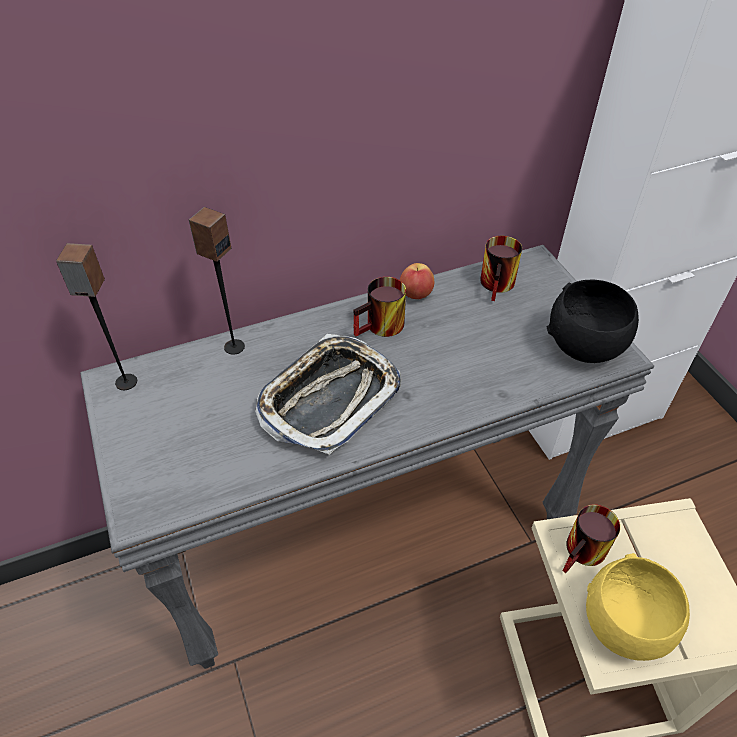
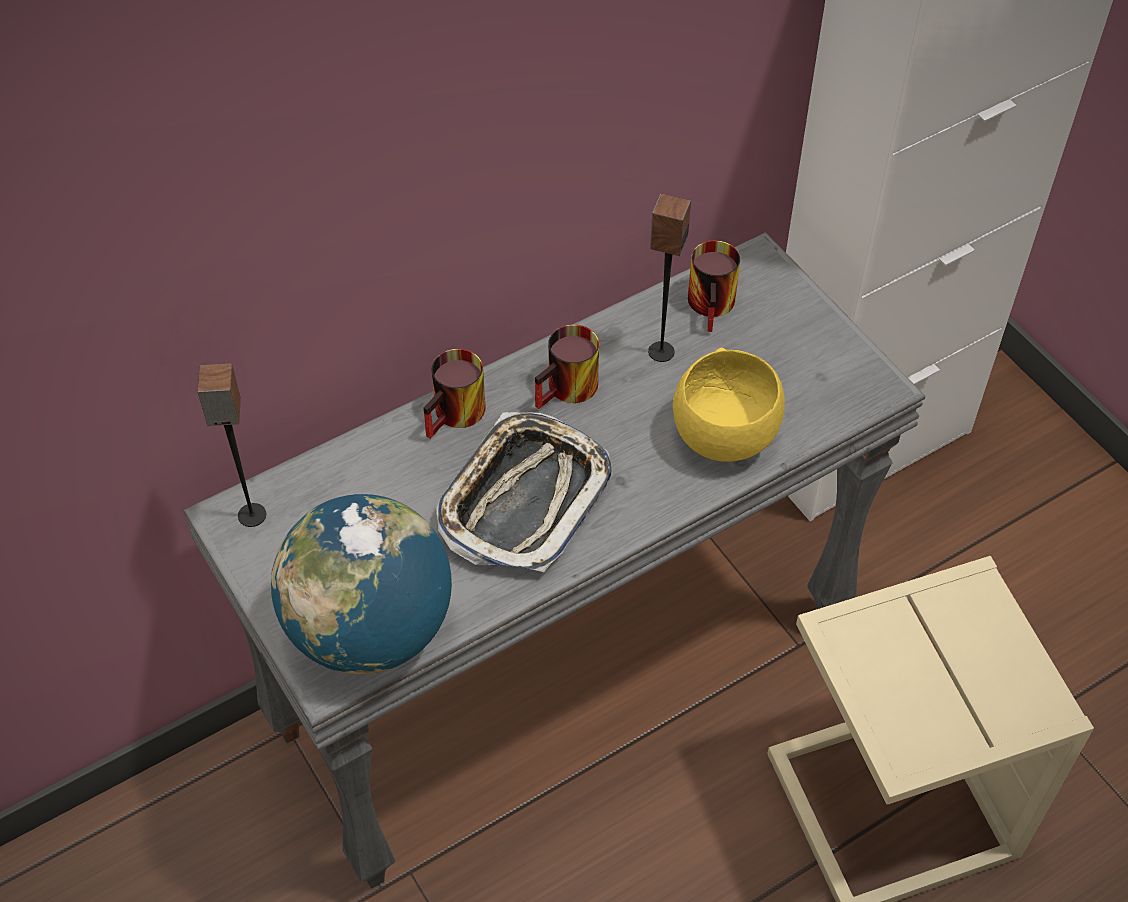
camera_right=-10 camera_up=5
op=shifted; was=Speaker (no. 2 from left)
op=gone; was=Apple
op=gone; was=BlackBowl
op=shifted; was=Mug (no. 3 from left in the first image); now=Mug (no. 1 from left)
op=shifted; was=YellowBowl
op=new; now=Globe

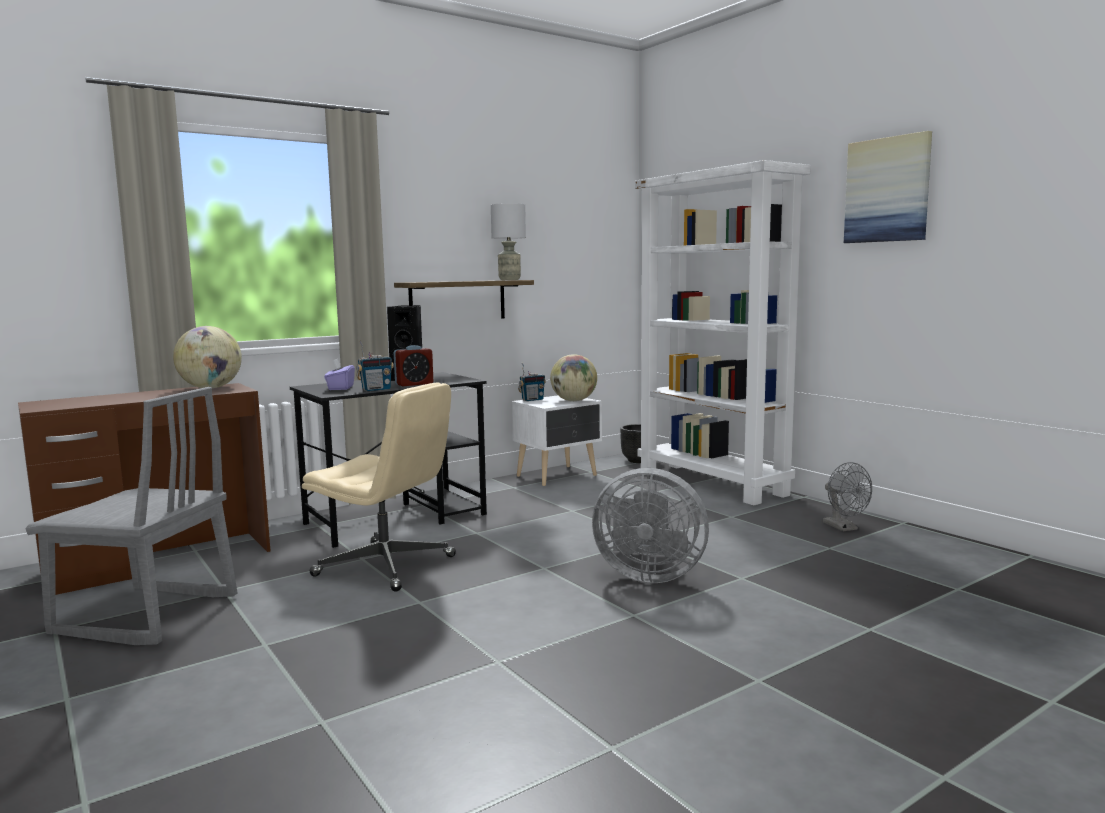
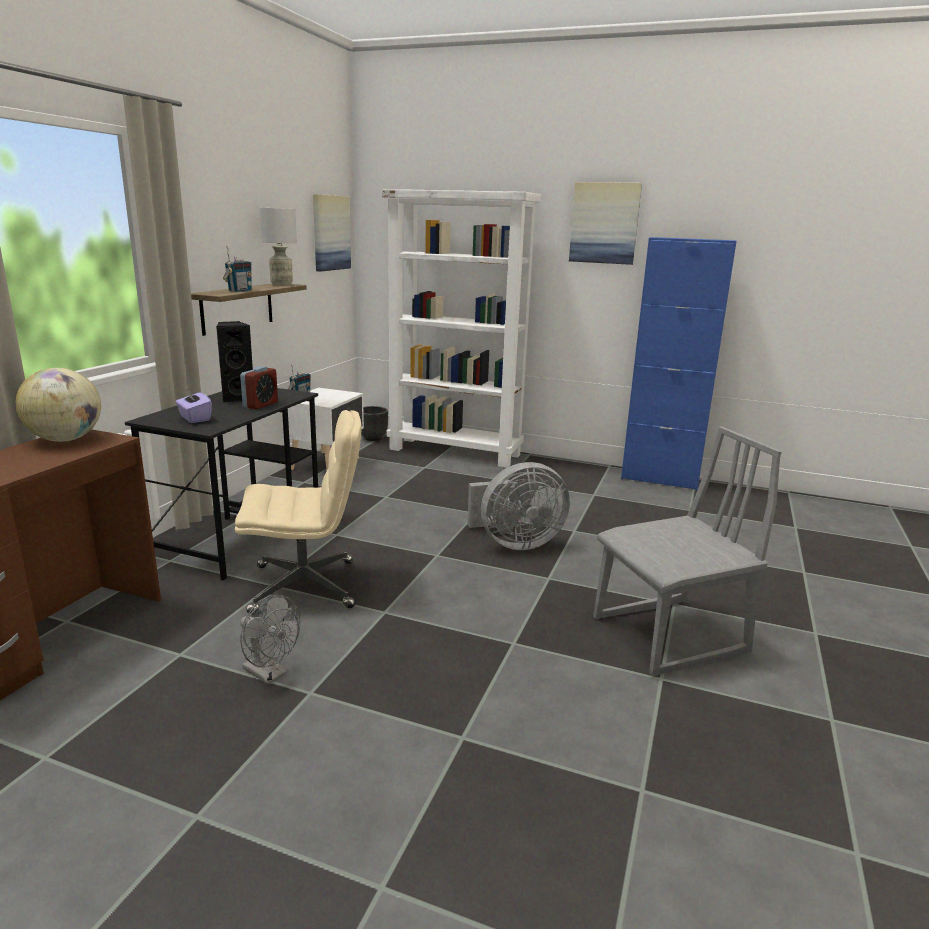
camera_right=-35 camera_up=10
op=shifted; was=GreyChair
op=shifted; was=Radio (no. 1 from left)
op=gone; was=Globe (no. 2 from left)
op=shifted; was=GreyFan (no. 2 from left in the first image); now=GreyFan (no. 1 from left)
op=new; now=Picture (no. 1 from left)
op=new; now=BlueCabinet

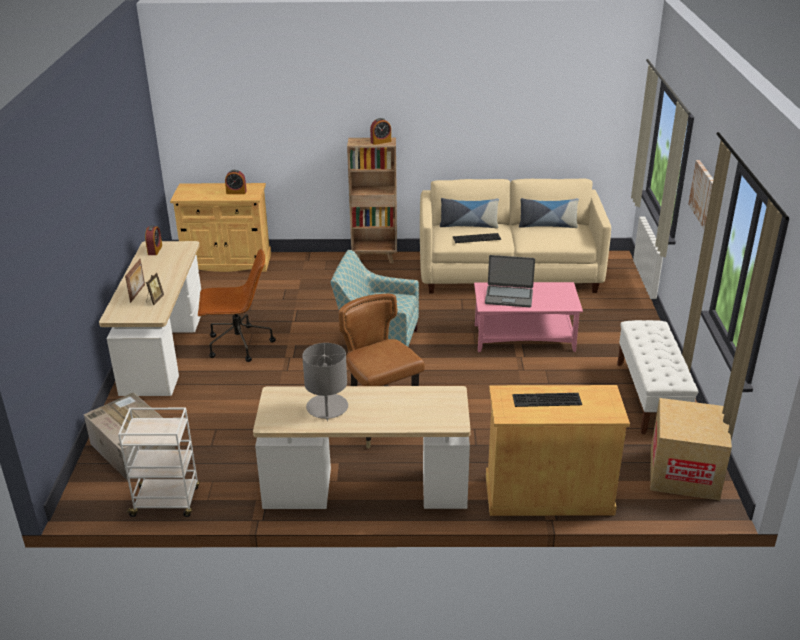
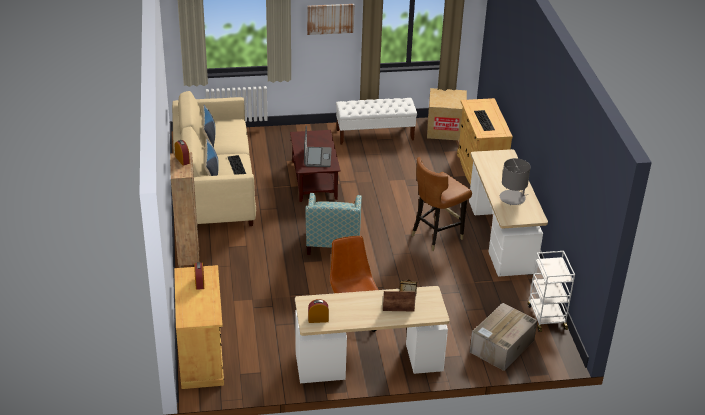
camera_right=-100 camera_up=5
op=repainted; was=PinkCoffeeTable; now=BrownCoffeeTable

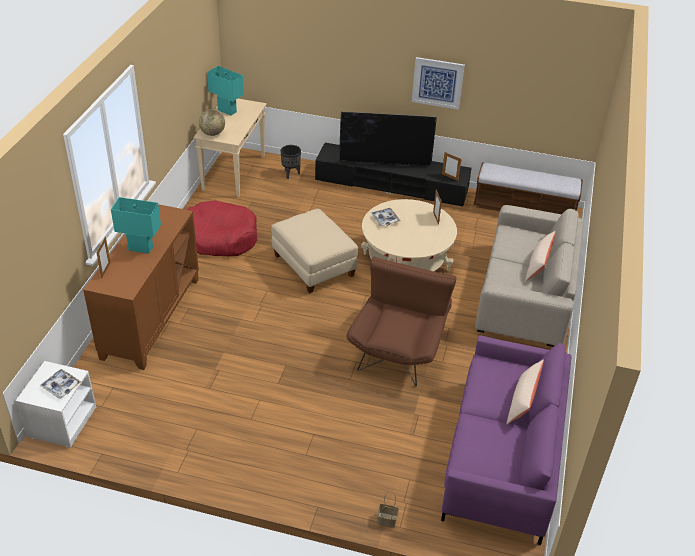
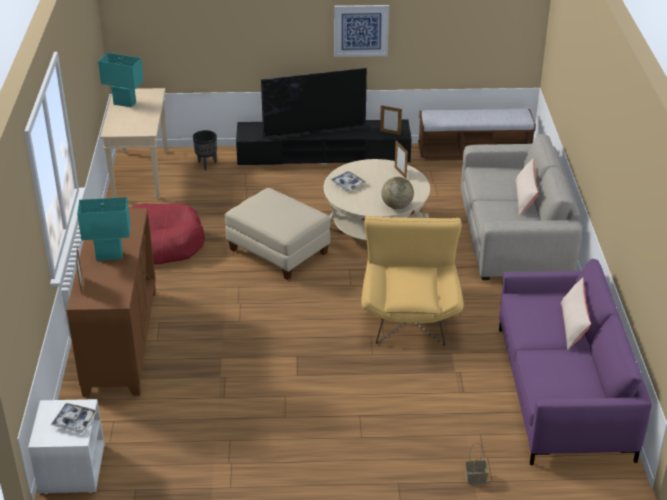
camera_right=-15 camera_up=-5
op=shifted; was=Globe
op=repainted; was=BrownArmchair; now=YellowArmchair

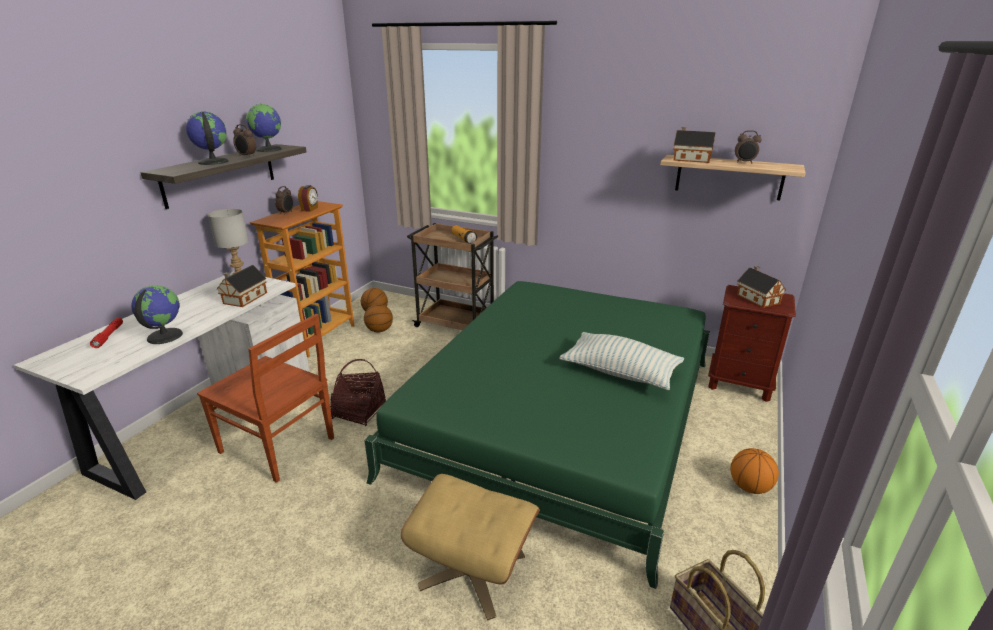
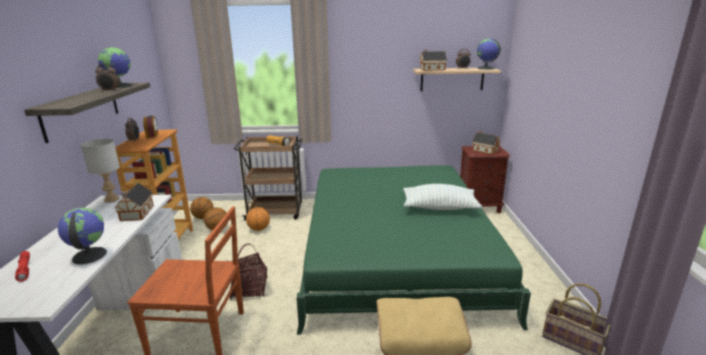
camera_right=-25 camera_up=-5
op=shifted; was=Globe (no. 2 from left in the first image); now=Globe (no. 3 from left)
op=shifted; was=Basketball (no. 3 from left)

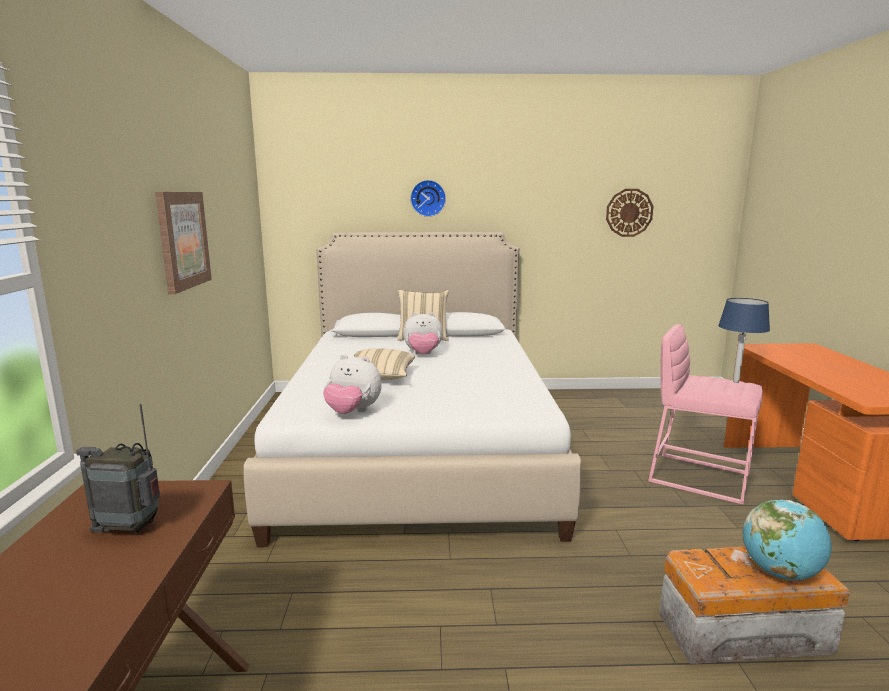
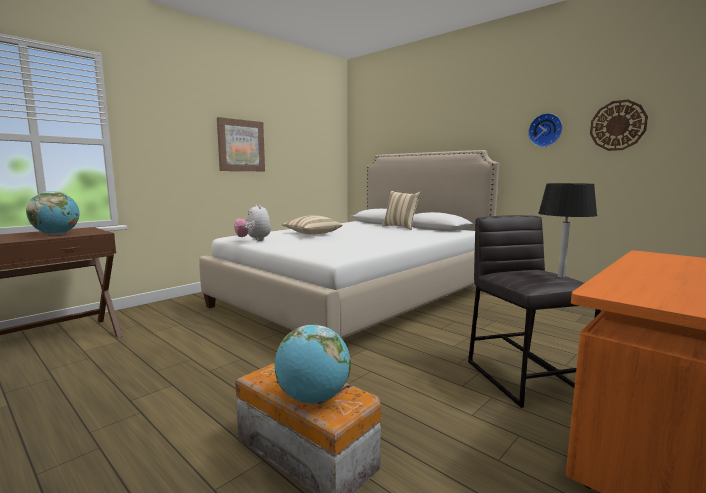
camera_right=45 camera_up=-5
op=swapped; was=Radio; now=Globe (no. 1 from left)
op=gone; was=PlushToy (no. 2 from left)
op=shifted; was=WallClock (no. 1 from left)
op=repainted; was=PinkStool; now=GreyStool
op=repainted; was=BlueTableLamp; now=BlackTableLamp

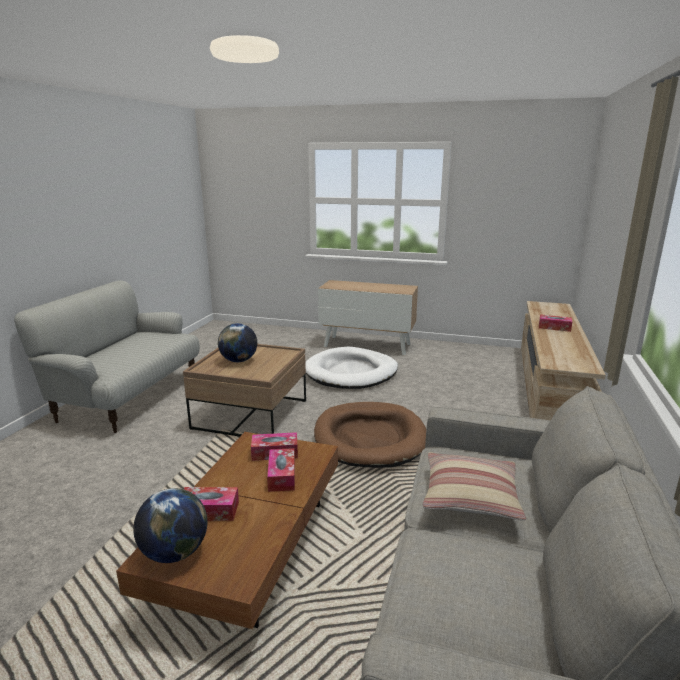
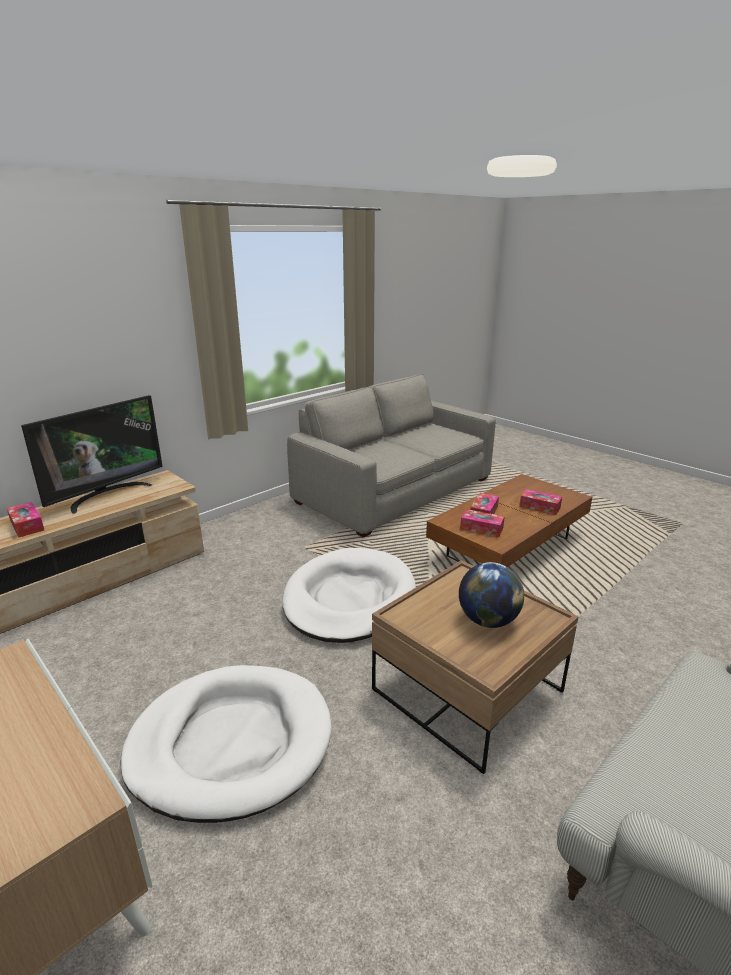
camera_right=-150 camera_up=5
op=gone; was=Globe (no. 1 from left)
op=repainted; was=BrownDogBed; now=WhiteDogBed (no. 2 from left)
op=gone; was=Pillow
op=new; now=Television

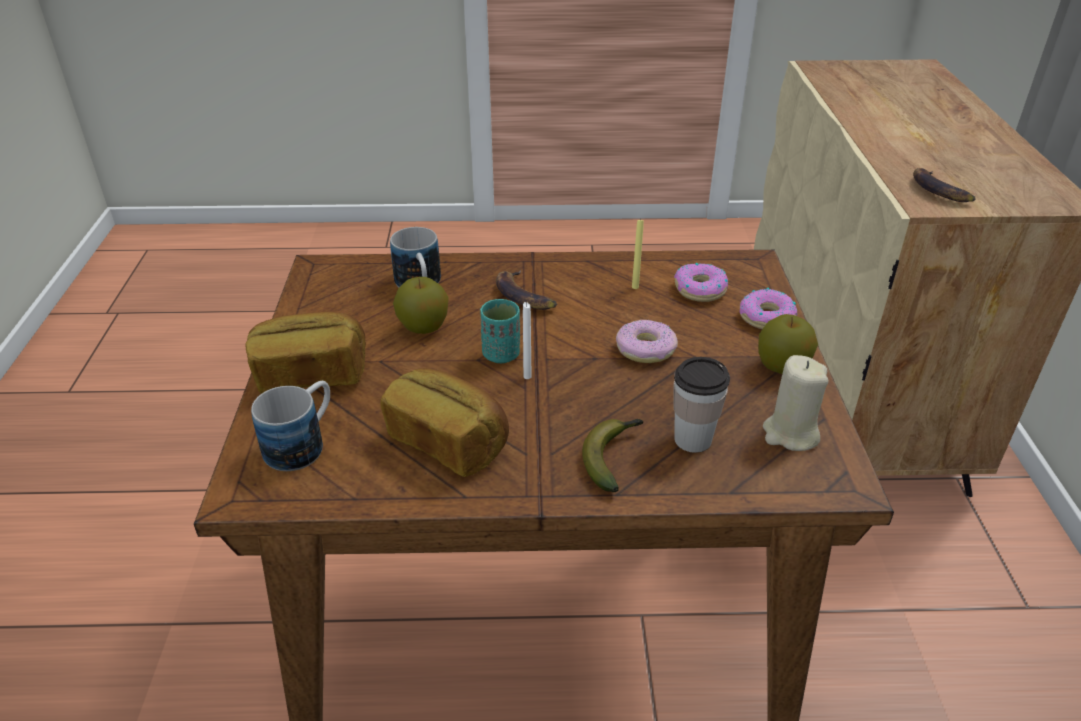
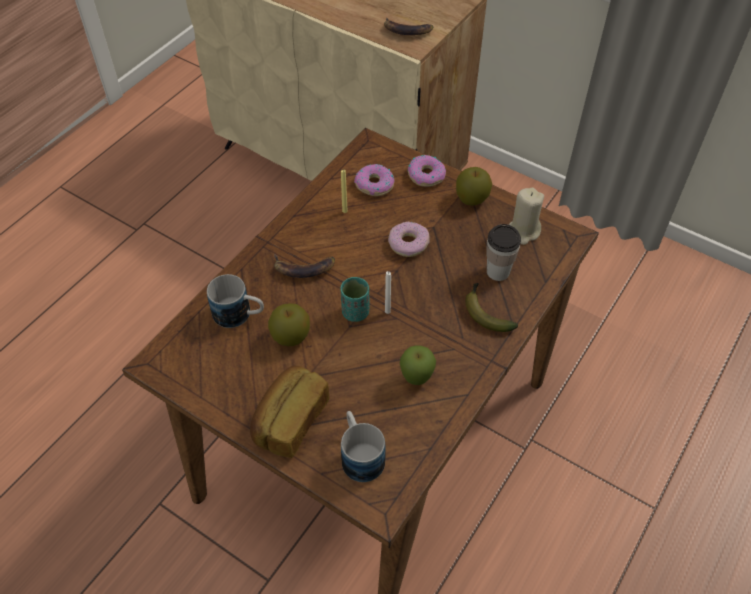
camera_right=-55 camera_up=15
op=swapped; was=Bread (no. 2 from left); now=Apple (no. 2 from left)

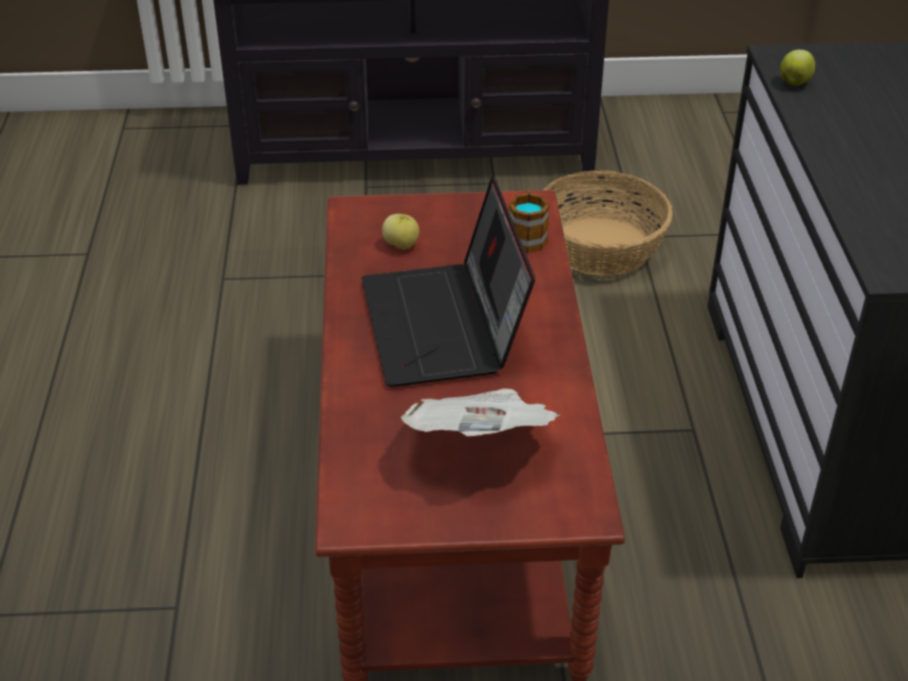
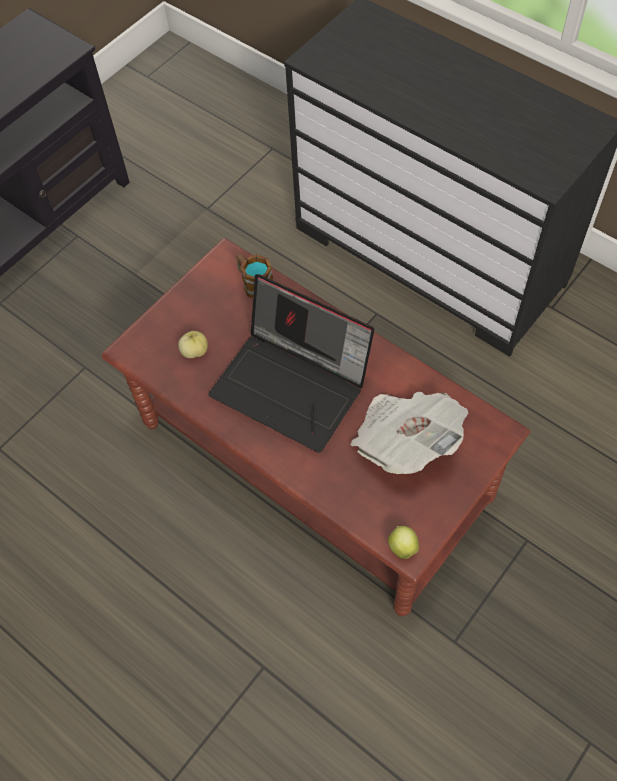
camera_right=-45 camera_up=20
op=gone; was=Basket
op=shifted; was=Apple (no. 2 from left)

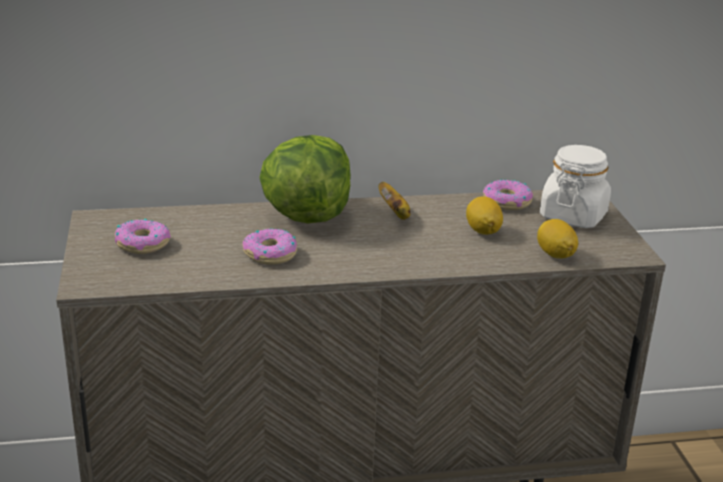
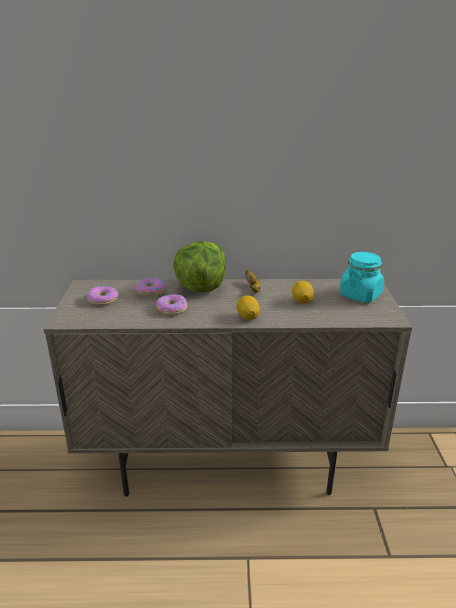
camera_right=10 camera_up=0
op=shifted; was=Donut (no. 3 from left in the first image); now=Donut (no. 2 from left)
op=shifted; was=Lemon (no. 2 from left in the first image); now=Lemon (no. 1 from left)
op=repainted; was=WhiteJar; now=TurquoiseJar

